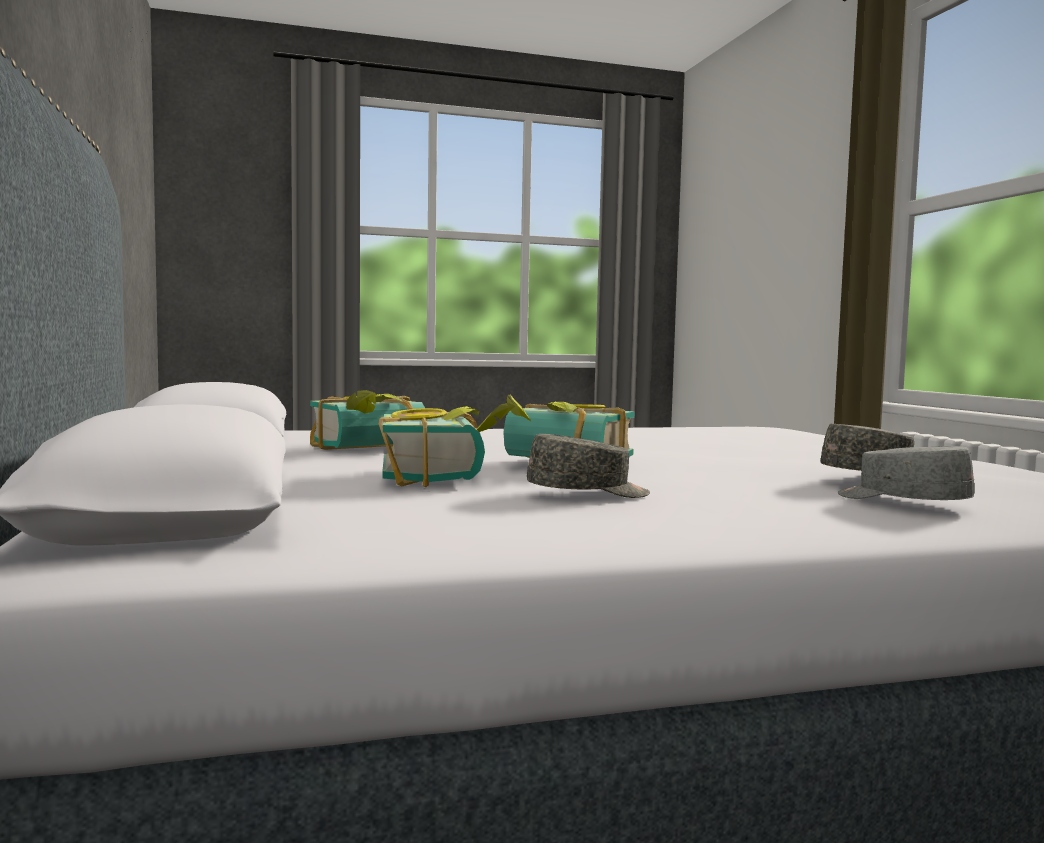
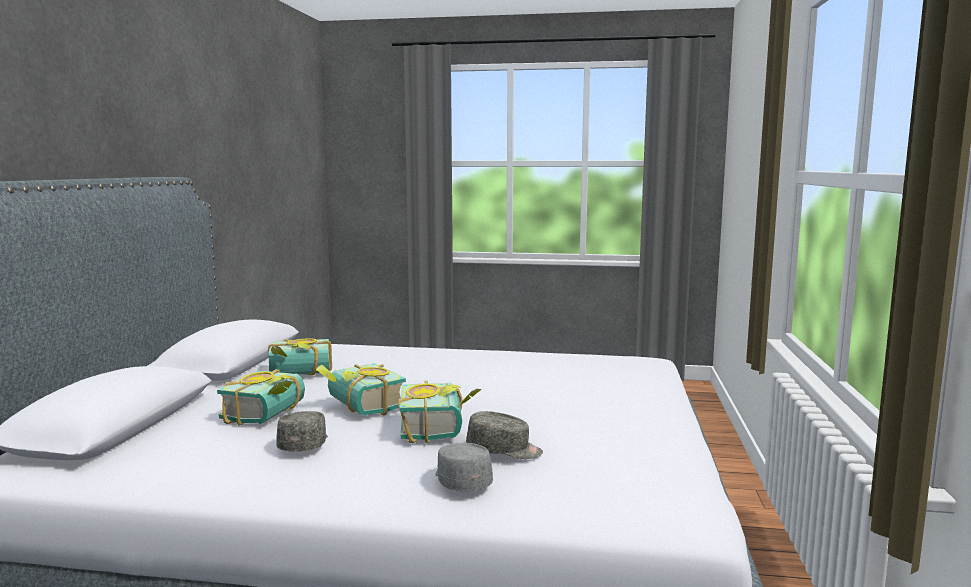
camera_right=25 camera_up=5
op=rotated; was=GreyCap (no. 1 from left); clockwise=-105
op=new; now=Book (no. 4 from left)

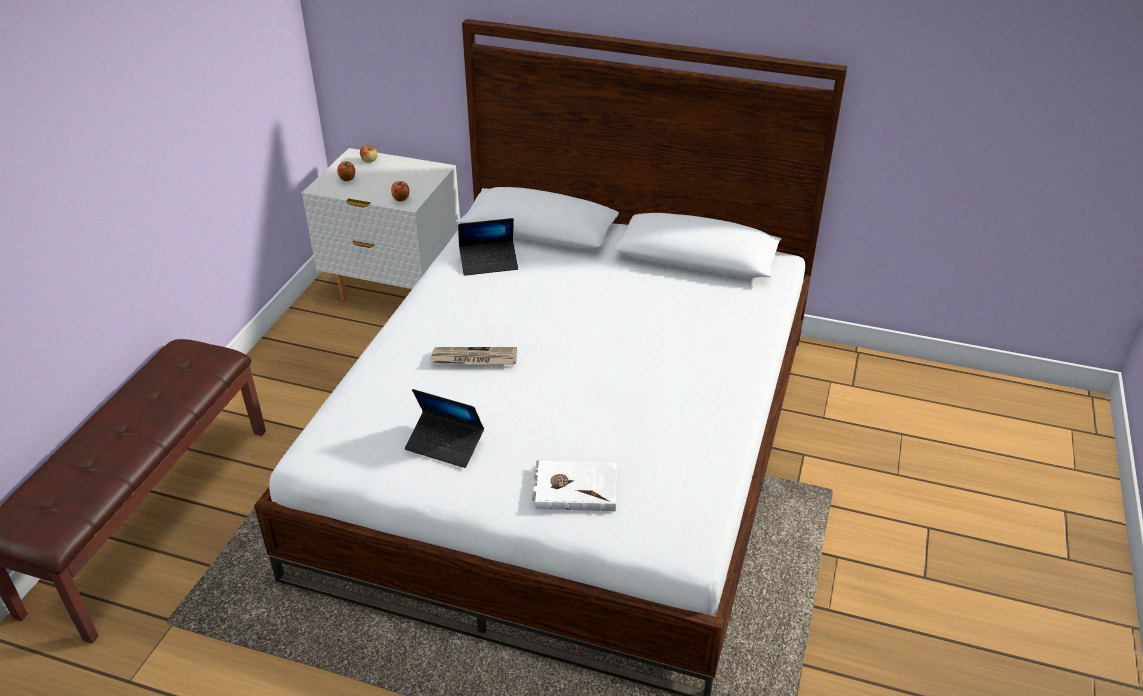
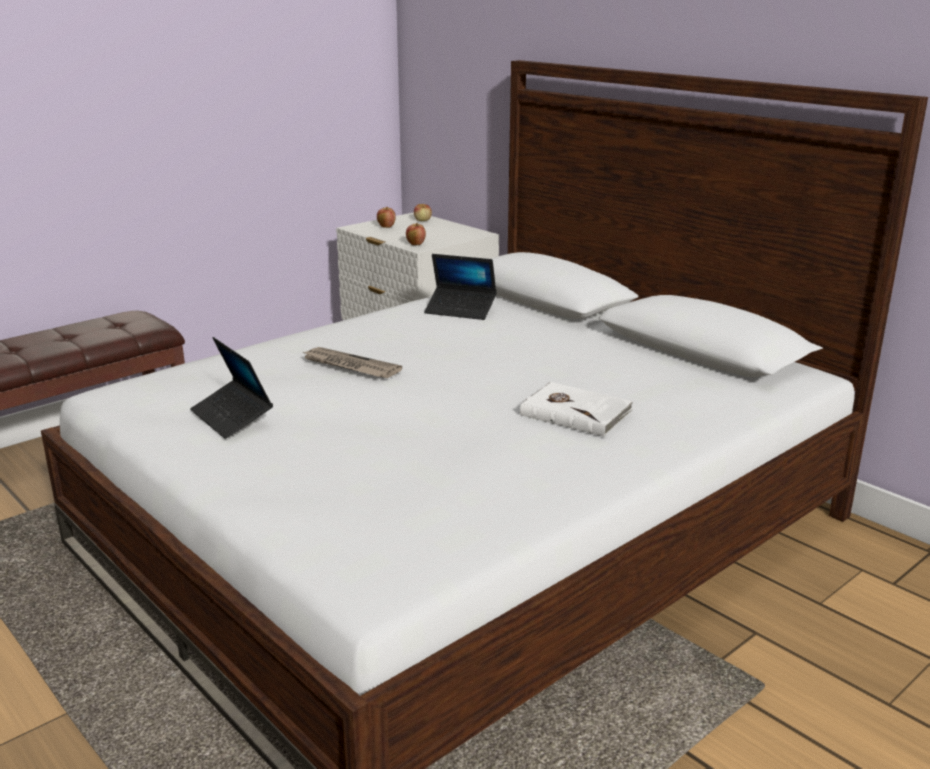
camera_right=30 camera_up=-15
op=shifted; was=WhiteBook

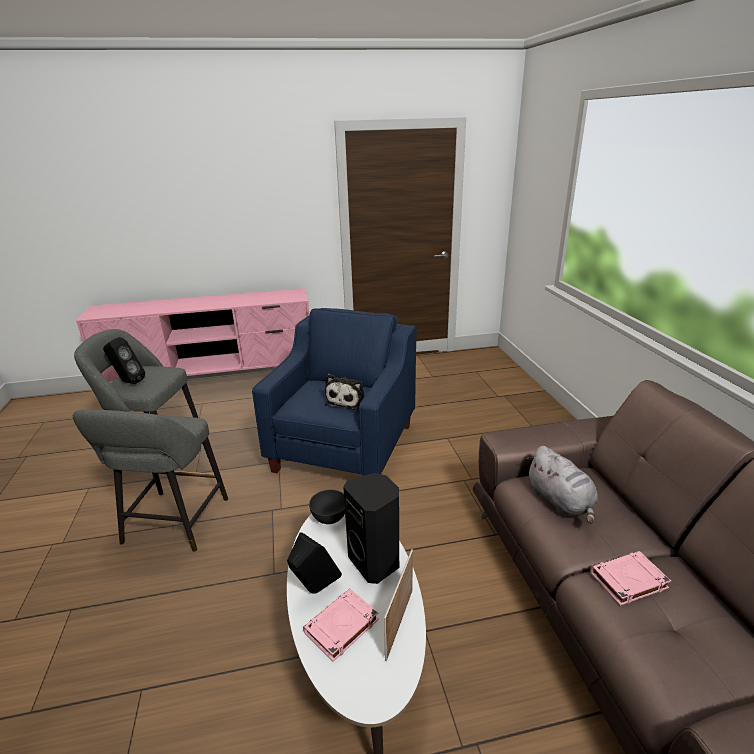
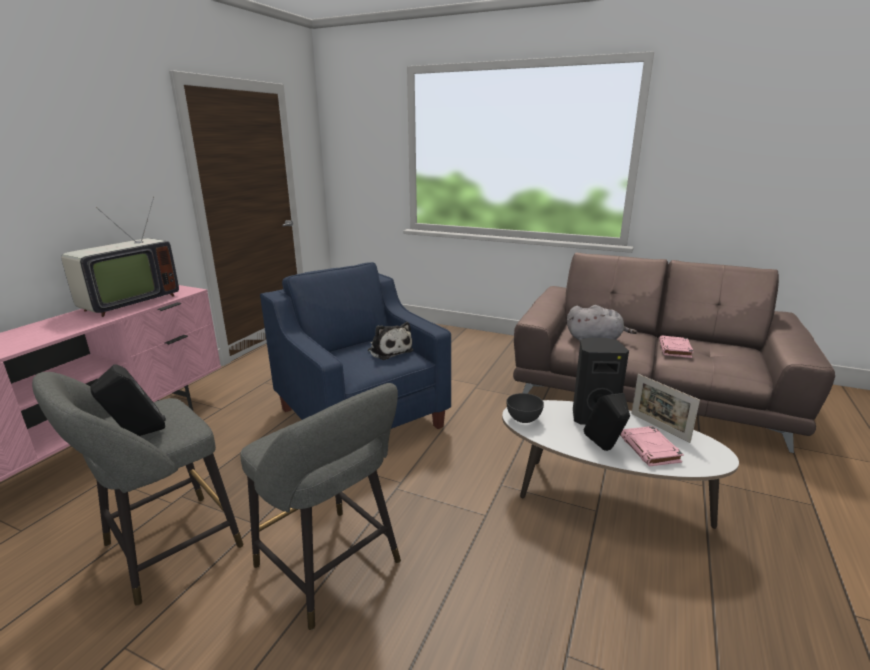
camera_right=-55 camera_up=-5
op=new; now=Television

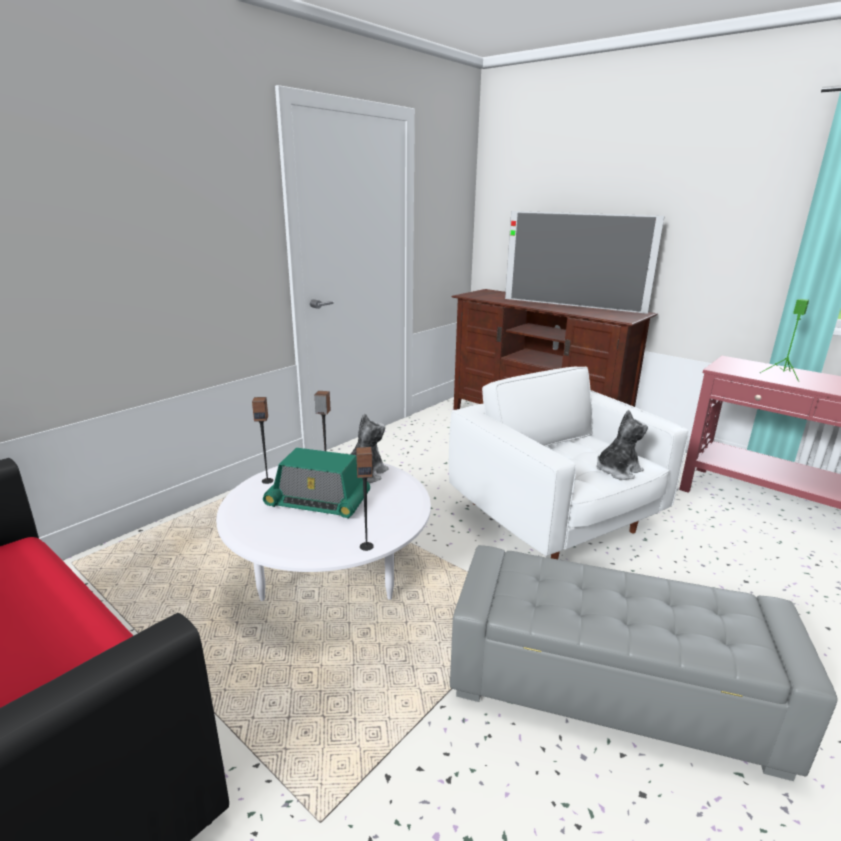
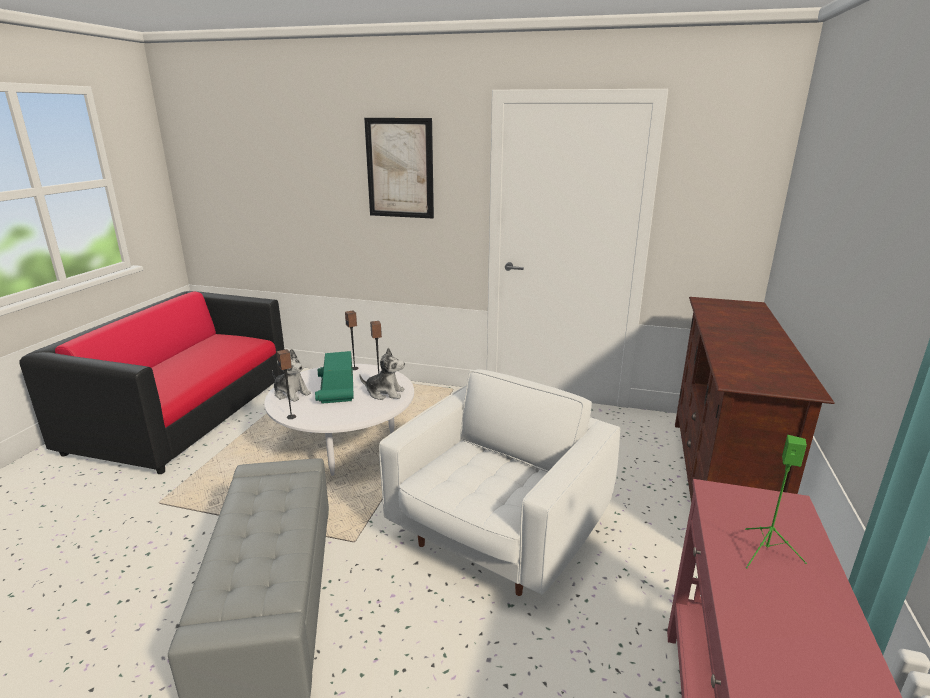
camera_right=65 camera_up=0
op=gone; was=Television
op=shifted; was=PlushToy (no. 2 from left in the first image); now=PlushToy (no. 1 from left)
op=new; now=Picture

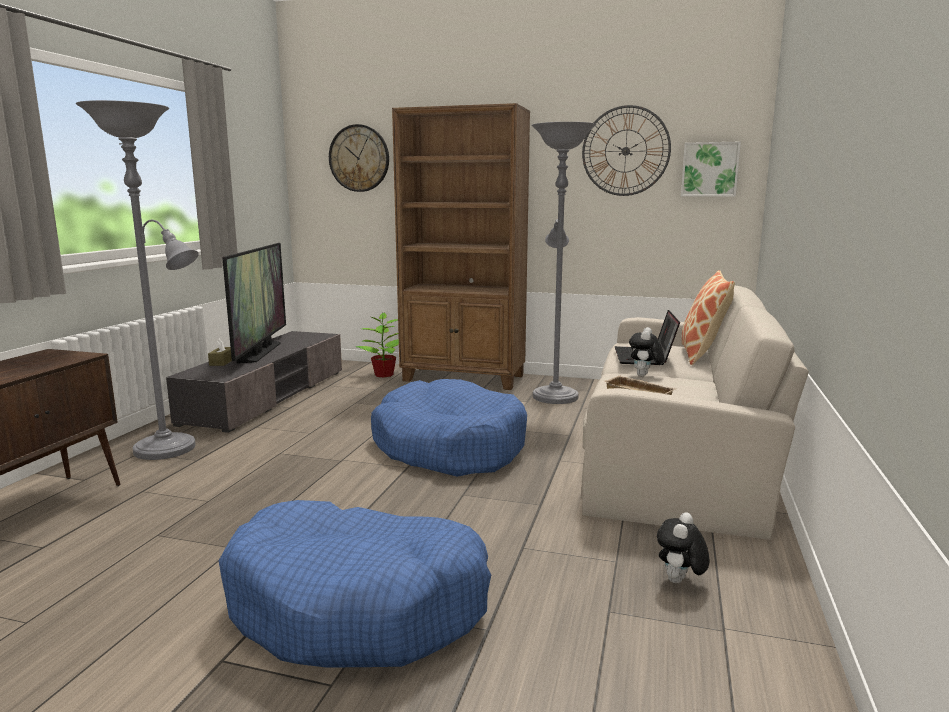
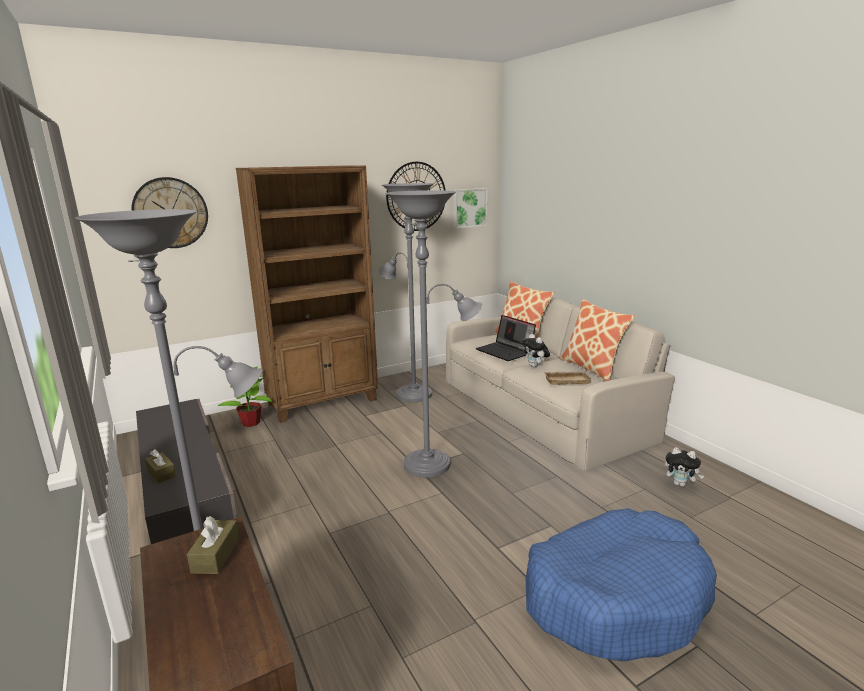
camera_right=-45 camera_up=5
op=gone; was=Television
op=swapped; was=BlueDogBed (no. 2 from left); now=GreyFloorLamp (no. 3 from left)
op=rotated; was=PlushToy (no. 2 from left); clockwise=-45
op=new; now=BrownTissueBox (no. 2 from left)
op=new; now=Pillow (no. 2 from left)

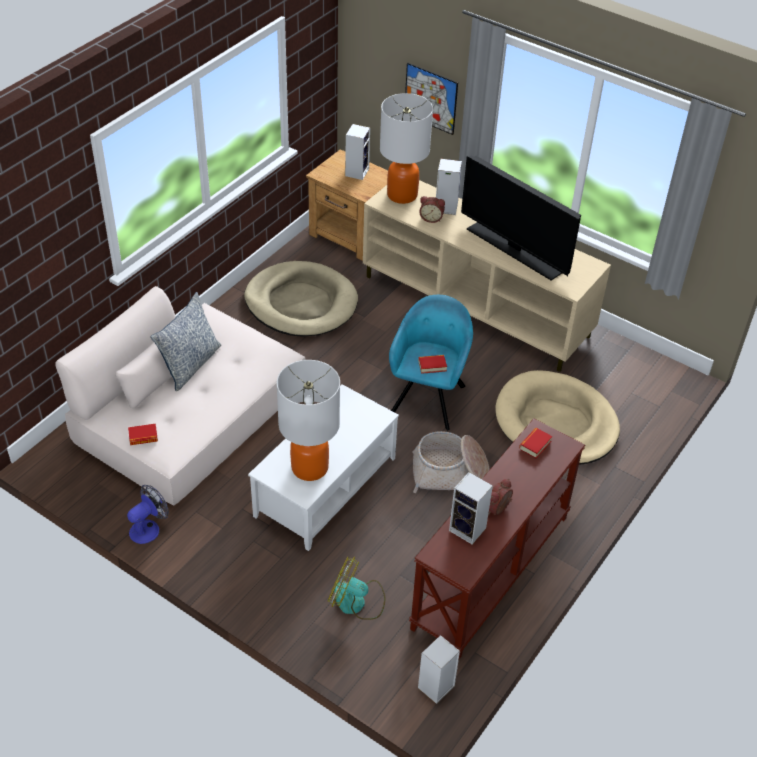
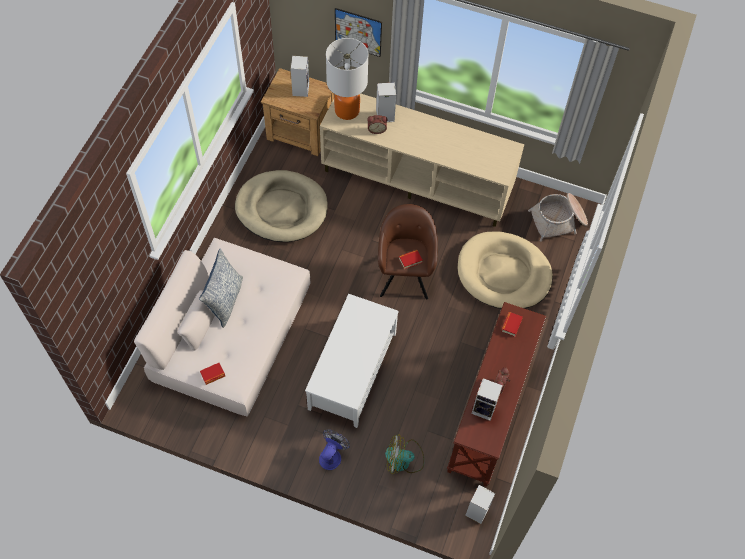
camera_right=-15 camera_up=15
op=shifted; was=Fan (no. 1 from left)
op=gone; was=TableLamp (no. 1 from left)
op=repainted; was=TurquoiseArmchair; now=BrownArmchair
op=shifted; was=Basket
op=gone; was=Television

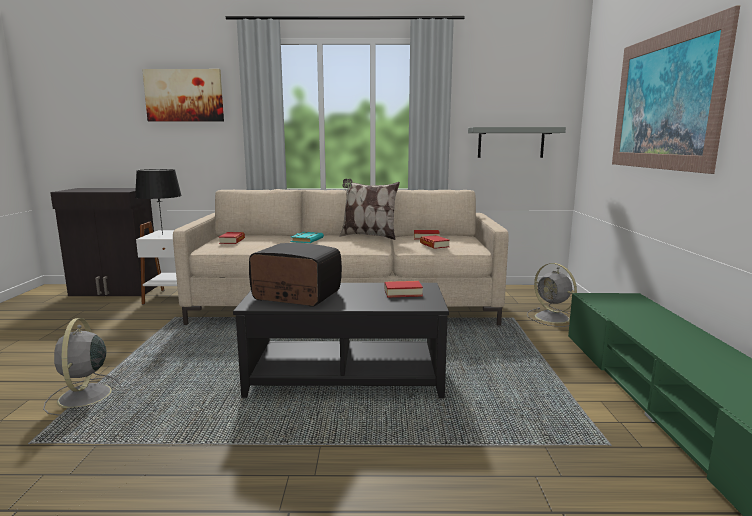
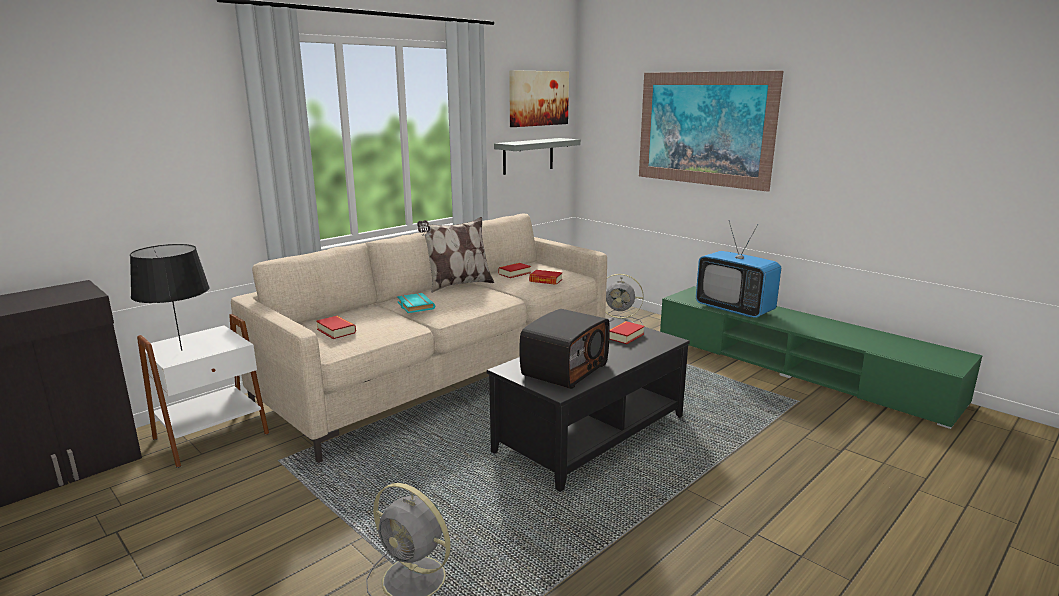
camera_right=-45 camera_up=5
op=shifted; was=Picture (no. 1 from left)
op=rotated; was=Radio; clockwise=150
op=new; now=Television

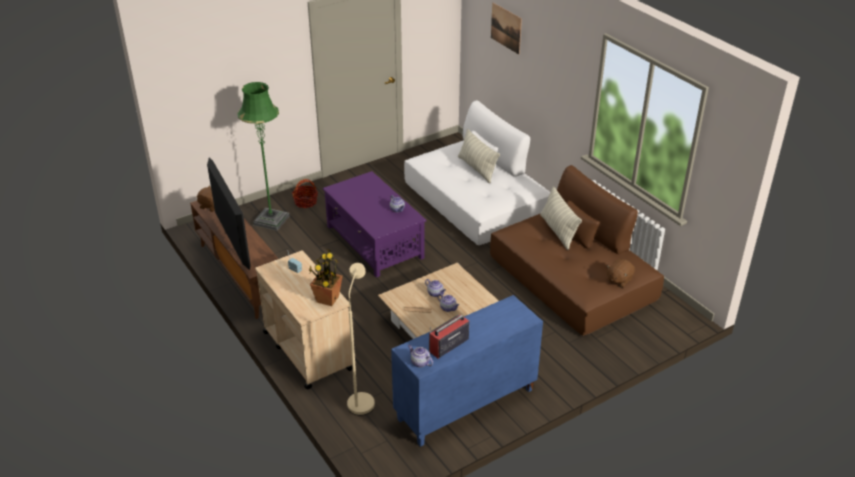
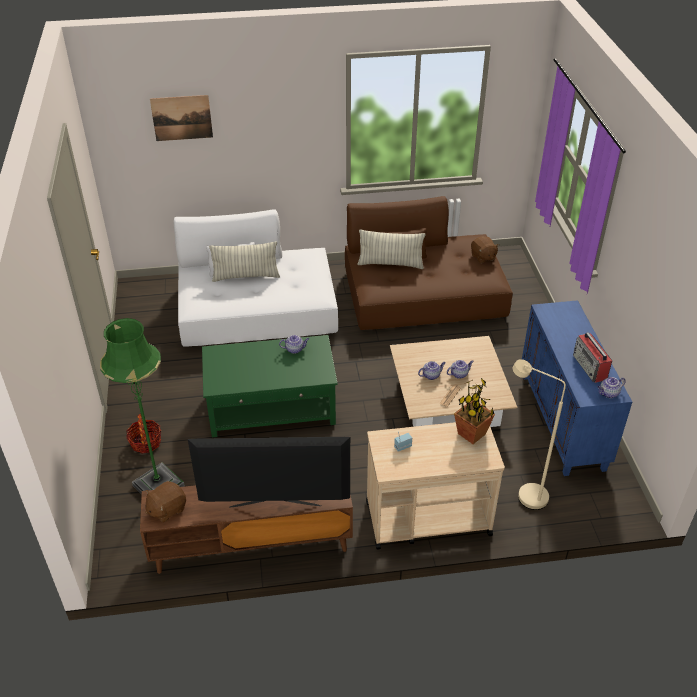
camera_right=-65 camera_up=5
op=repainted; was=PurpleCoffeeTable; now=GreenCoffeeTable

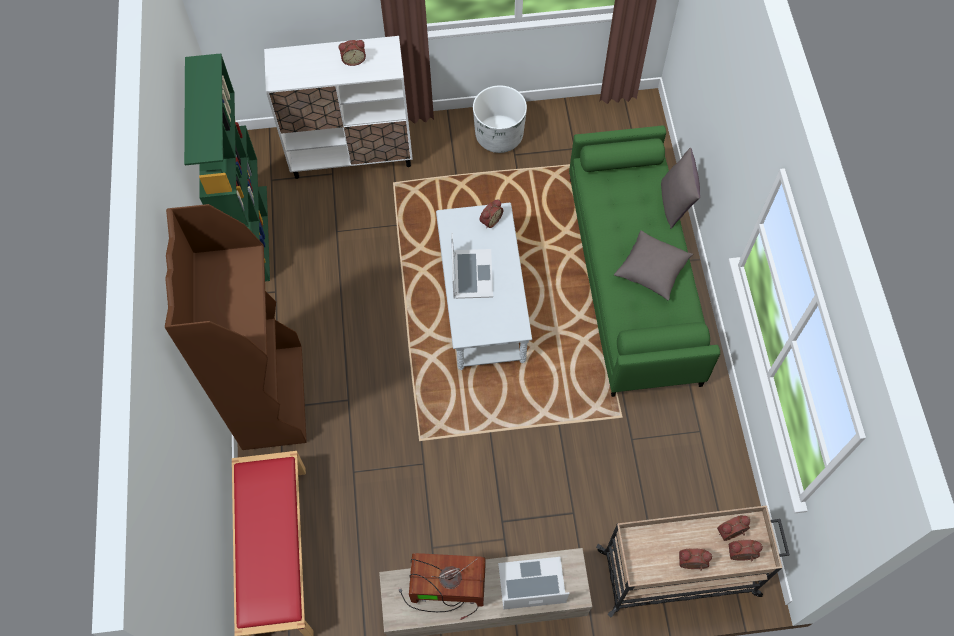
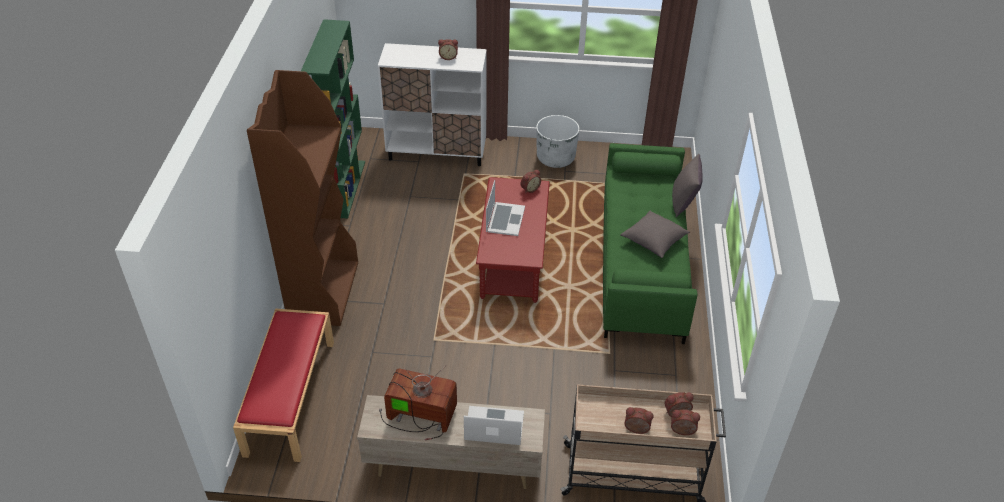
camera_right=10 camera_up=-20
op=repainted; was=GreyCoffeeTable; now=RedCoffeeTable

